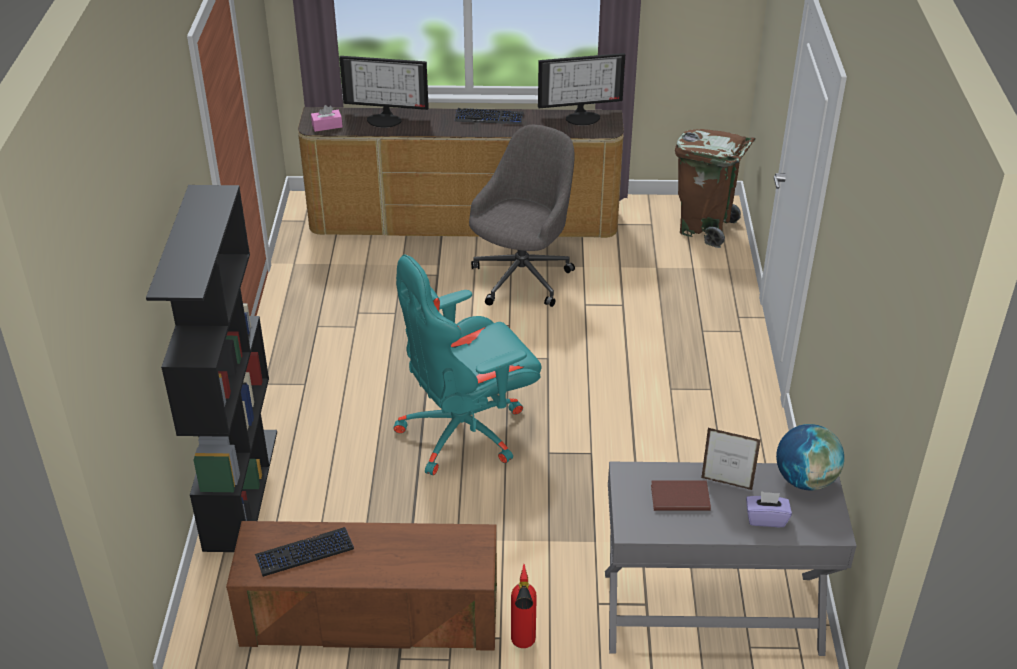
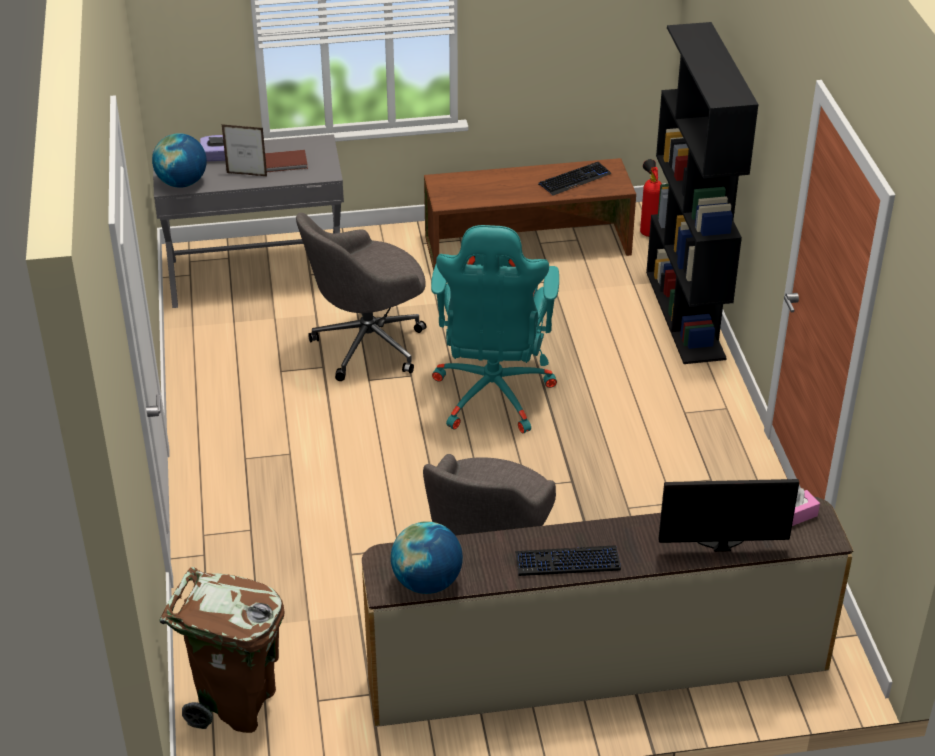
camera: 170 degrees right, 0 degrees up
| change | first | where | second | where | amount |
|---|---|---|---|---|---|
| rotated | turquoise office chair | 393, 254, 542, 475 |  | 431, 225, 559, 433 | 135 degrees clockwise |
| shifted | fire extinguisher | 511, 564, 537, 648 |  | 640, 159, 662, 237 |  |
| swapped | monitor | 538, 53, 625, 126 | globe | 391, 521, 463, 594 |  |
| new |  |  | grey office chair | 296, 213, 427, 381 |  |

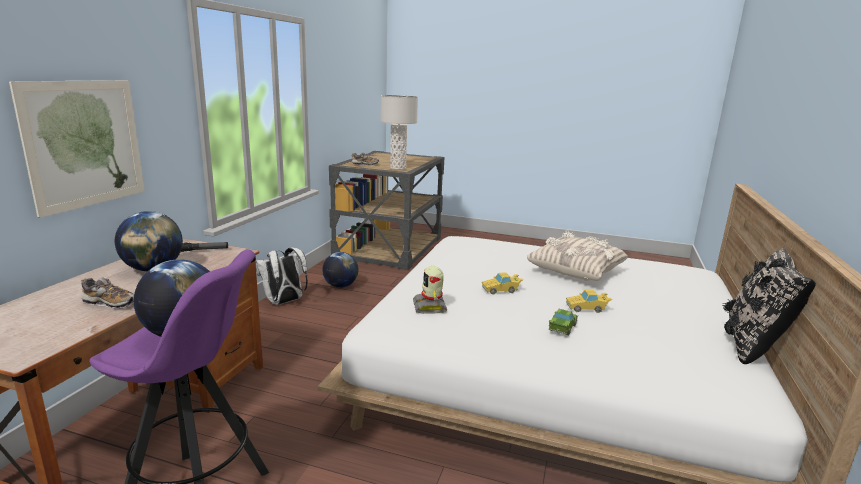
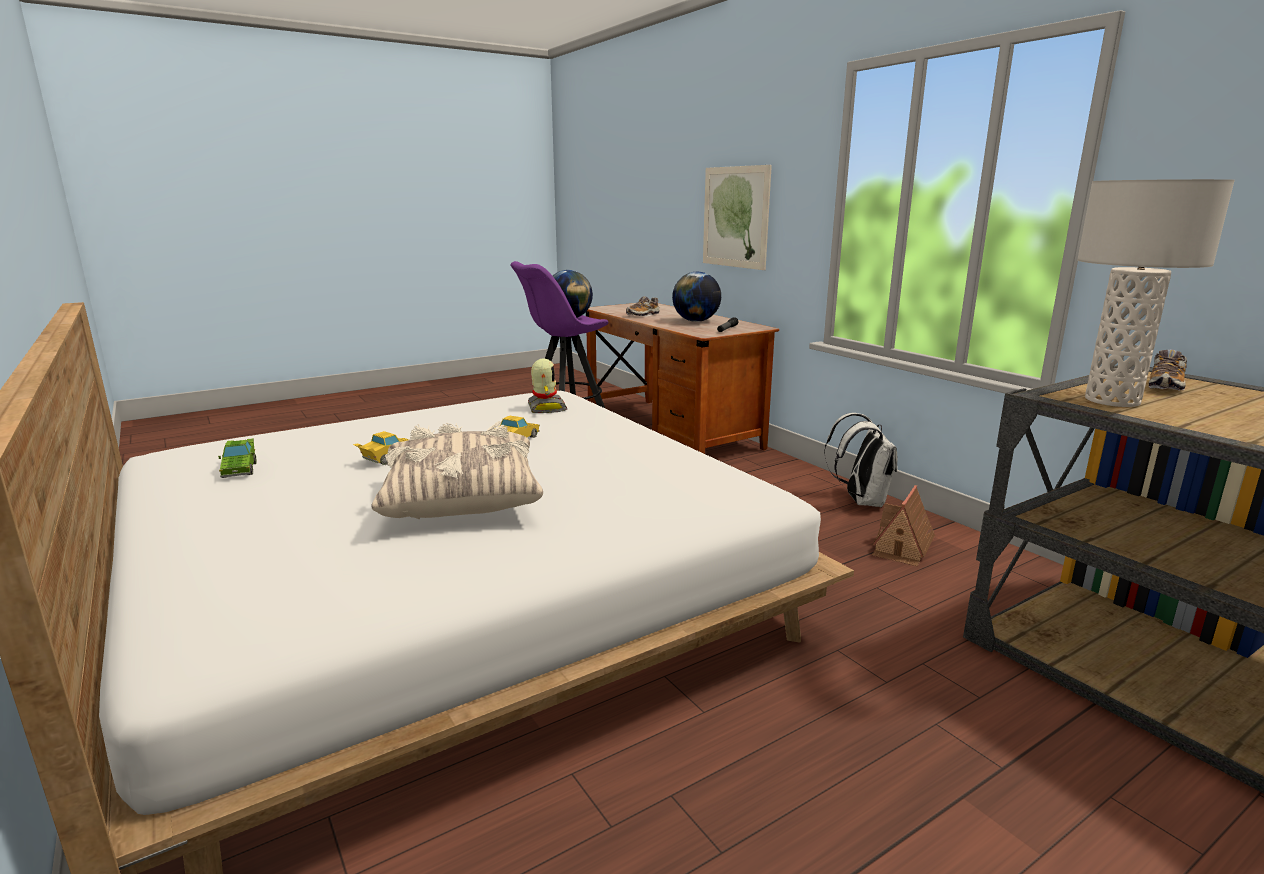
camera: 130 degrees right, 0 degrees up
| change | first | where | second | where | amount |
|---|---|---|---|---|---|
| swapped | globe | 322, 252, 358, 288 | toy house | 872, 485, 935, 566 |  |
| rotated | toy robot | 413, 266, 447, 314 |  | 528, 359, 567, 413 | 45 degrees clockwise |
| shifted | green toy car | 548, 309, 578, 335 |  | 218, 438, 257, 478 |  |
| gone | black pillow | 722, 248, 816, 364 |  |  |  |

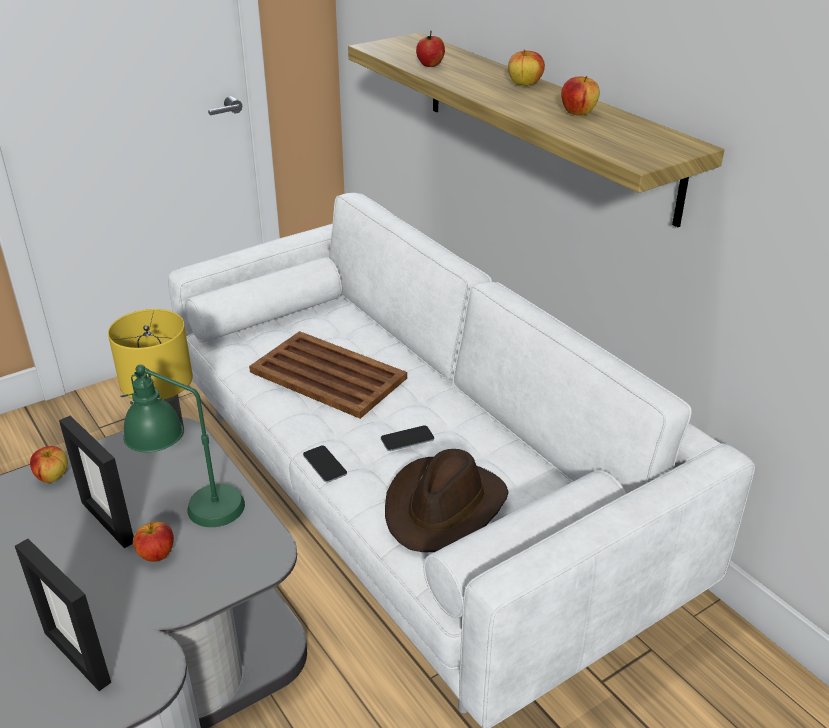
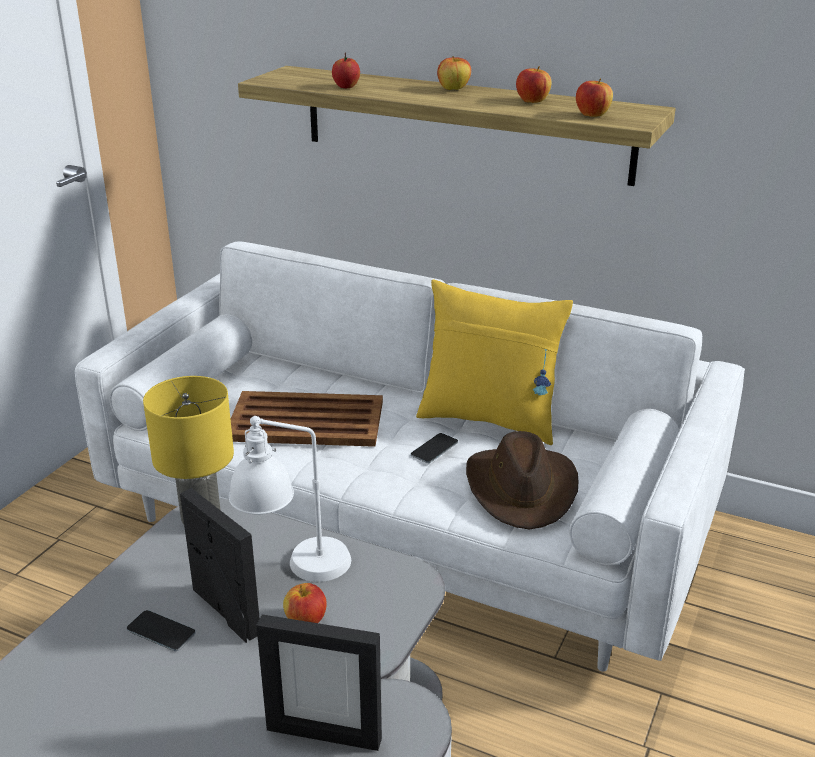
camera: 30 degrees left, 5 degrees down
| change | first | where | second | where | amount |
|---|---|---|---|---|---|
| shifted | apple | 30, 446, 68, 483 |  | 576, 78, 613, 117 |  |
| rotated | picture frame | 59, 416, 134, 548 |  | 180, 488, 260, 643 | 150 degrees counterclockwise |
| repainted | green table lamp | 120, 364, 245, 527 | white table lamp | 229, 416, 351, 582 |  |
| shifted | phone | 303, 445, 347, 482 |  | 127, 610, 196, 651 |  |
| new |  |  | yellow pillow | 416, 280, 573, 445 |  |

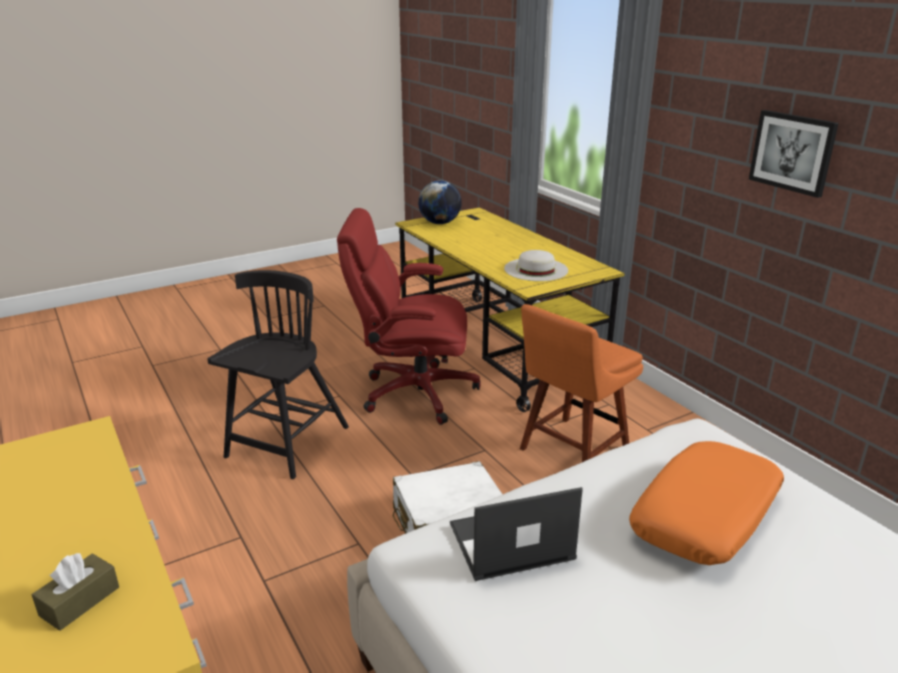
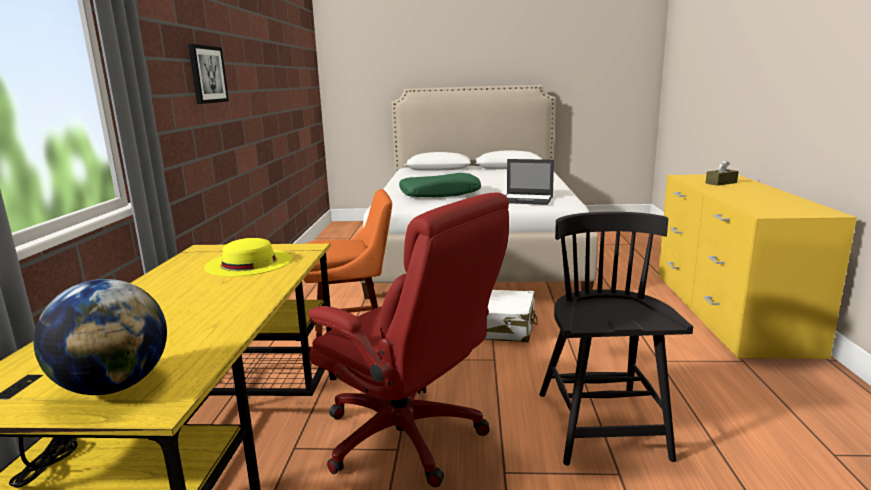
camera: 145 degrees left, 10 degrees down
| change | first | where | second | where | amount |
|---|---|---|---|---|---|
| rotated | black chair | 207, 270, 349, 479 |  | 539, 212, 693, 466 | 120 degrees clockwise |
| repainted | white hat | 504, 250, 568, 281 | yellow hat | 204, 238, 292, 277 |  |
| repainted | orange pillow | 629, 441, 784, 565 | green pillow | 399, 173, 481, 197 |  |

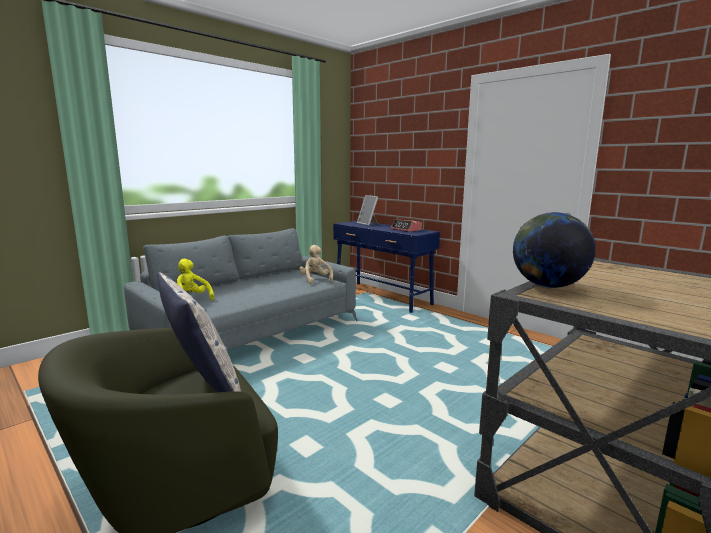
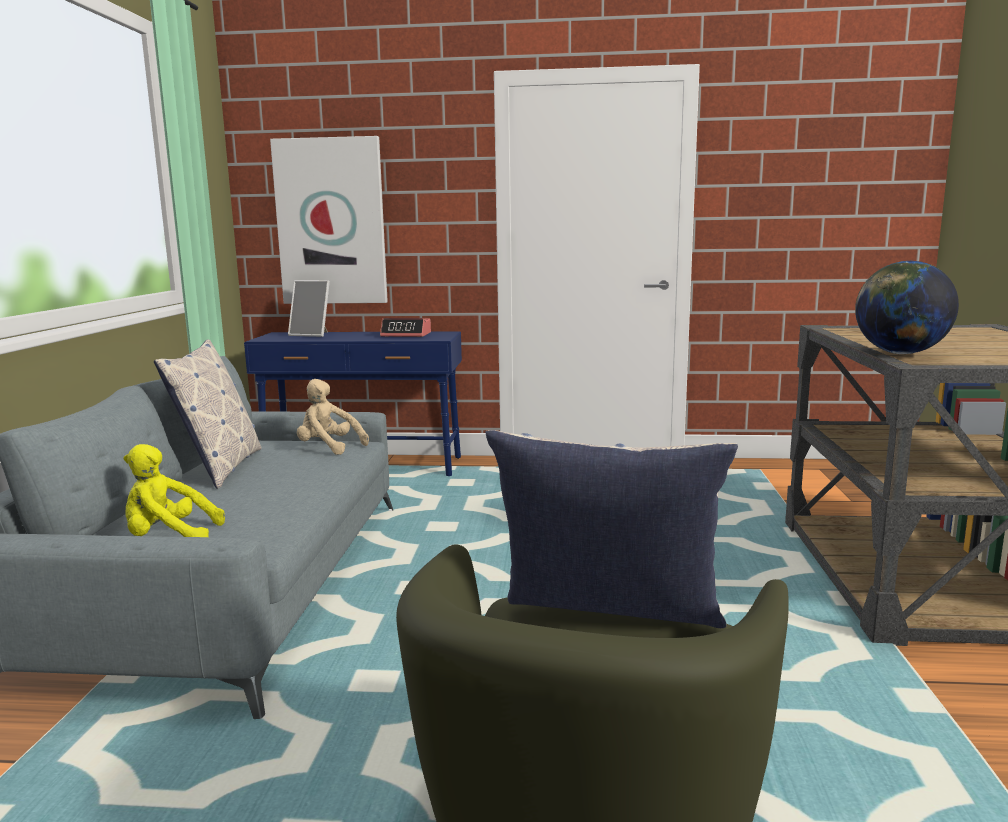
camera: 40 degrees left, 0 degrees up
| change | first | where | second | where | amount |
|---|---|---|---|---|---|
| new |  |  | pillow | 154, 340, 261, 489 |  |
| new |  |  | picture | 270, 136, 388, 304 |  |

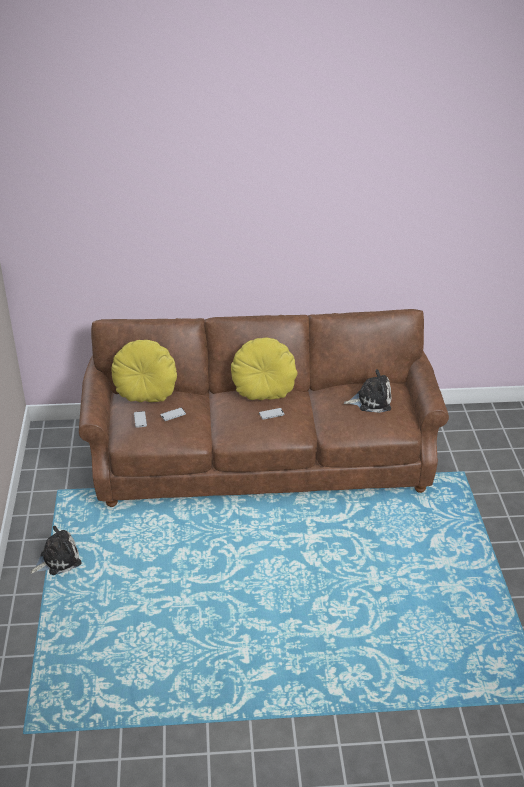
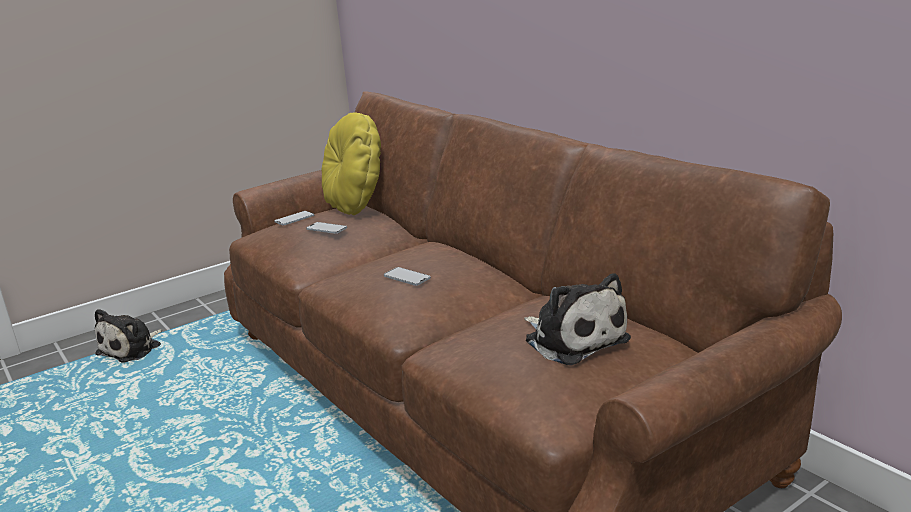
camera: 60 degrees right, 15 degrees down
| change | first | where | second | where | amount |
|---|---|---|---|---|---|
| rotated | plush toy | 30, 526, 82, 575 |  | 95, 309, 162, 362 | 90 degrees clockwise |
| gone | yellow pillow | 231, 338, 298, 400 |  |  |  |

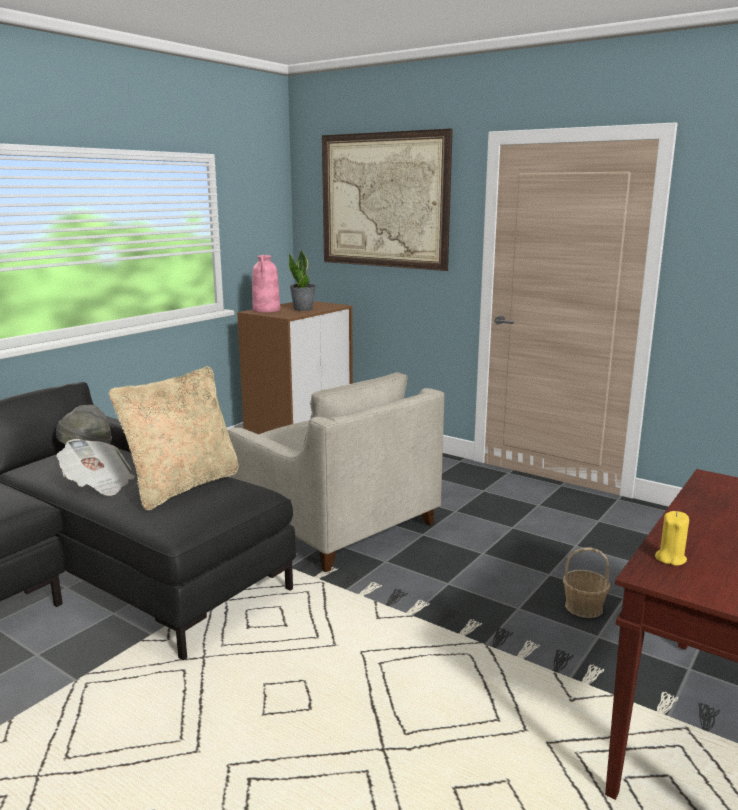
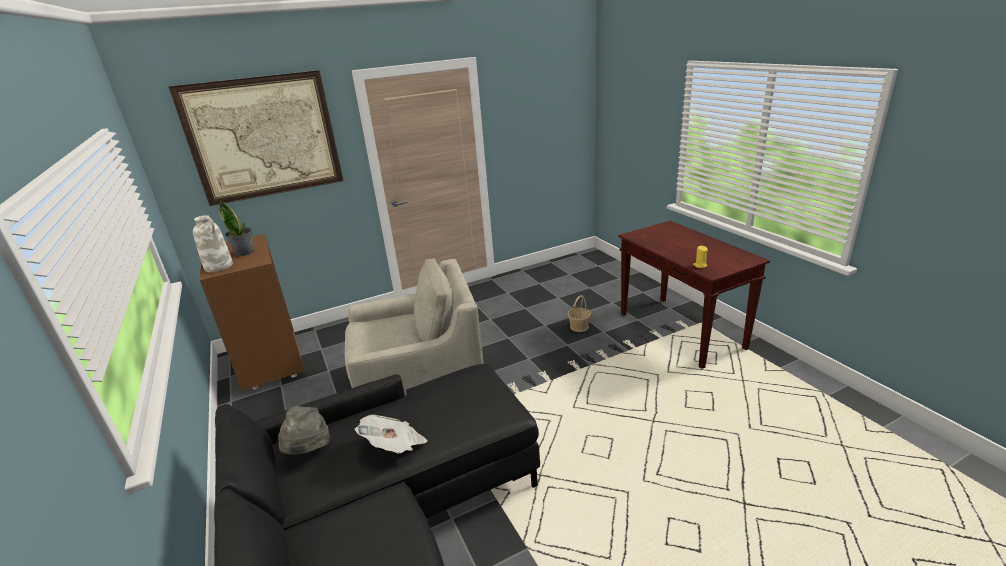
camera: 60 degrees left, 10 degrees up
| change | first | where | second | where | amount |
|---|---|---|---|---|---|
| gone | beige pillow | 108, 366, 239, 510 |  |  |  |
| repainted | pink vase | 252, 255, 280, 313 | white vase | 193, 215, 233, 272 |  |

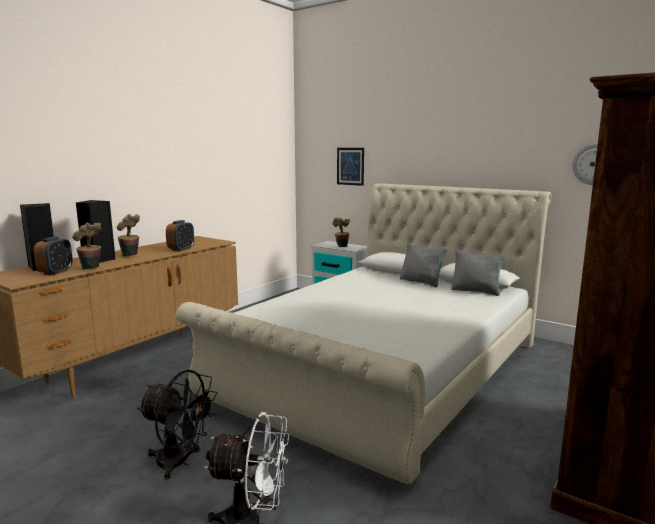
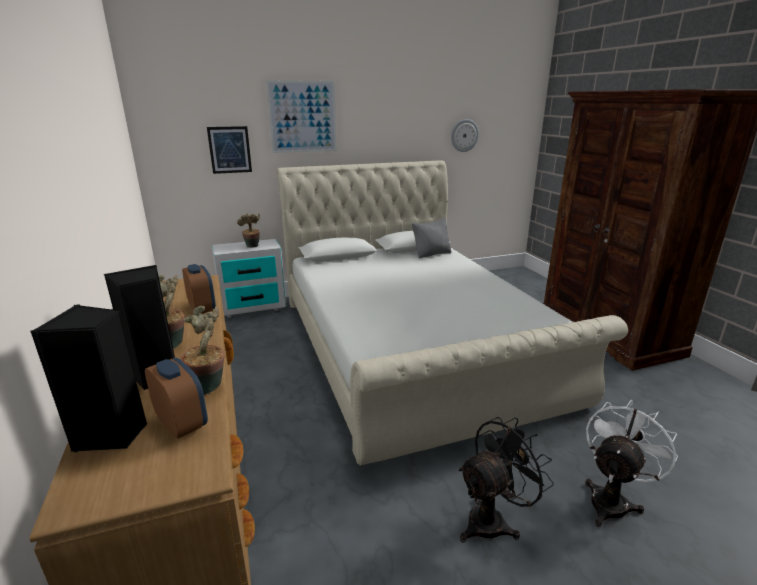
camera: 55 degrees left, 10 degrees up
| change | first | where | second | where | amount |
|---|---|---|---|---|---|
| gone | grey pillow | 400, 243, 448, 287 |  |  |  |
| new |  |  | picture | 266, 80, 337, 153 |  |

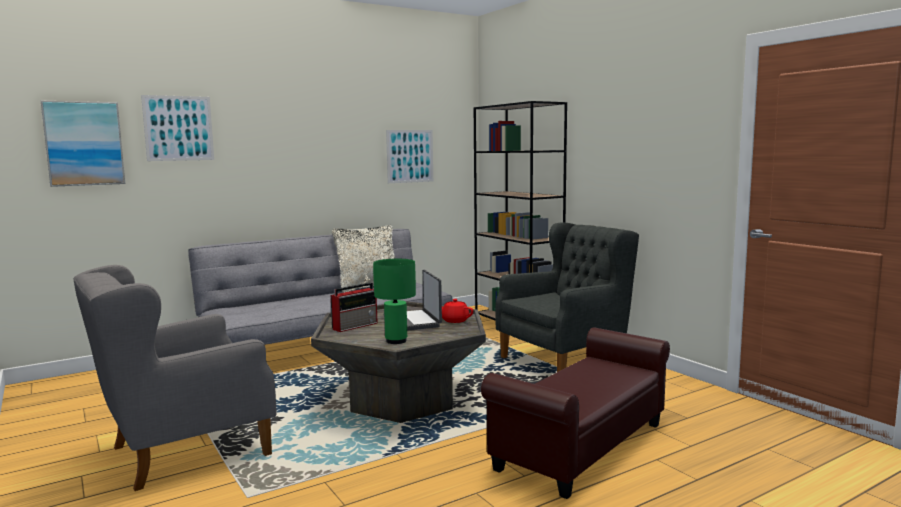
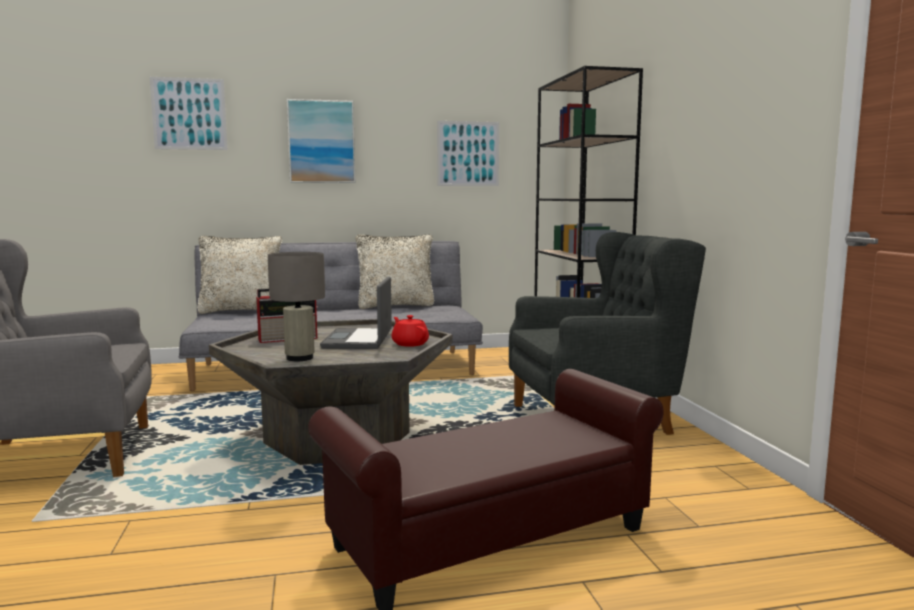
camera: 20 degrees right, 0 degrees up
| change | first | where | second | where | amount |
|---|---|---|---|---|---|
| shifted | picture | 41, 100, 125, 187 |  | 287, 99, 355, 183 |  |
| repainted | green table lamp | 373, 259, 416, 344 | grey table lamp | 268, 252, 325, 361 |  |
| new |  |  | beige pillow | 198, 236, 283, 314 |  |

